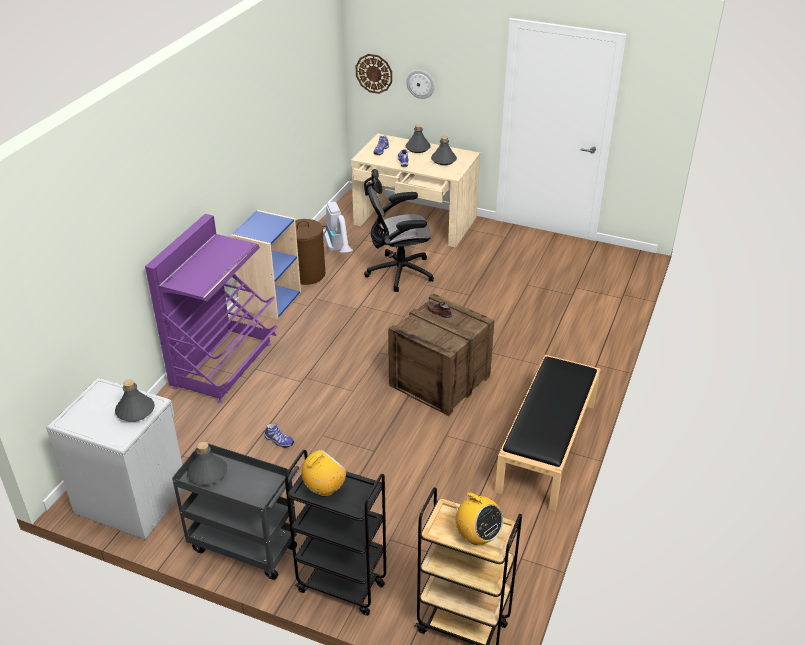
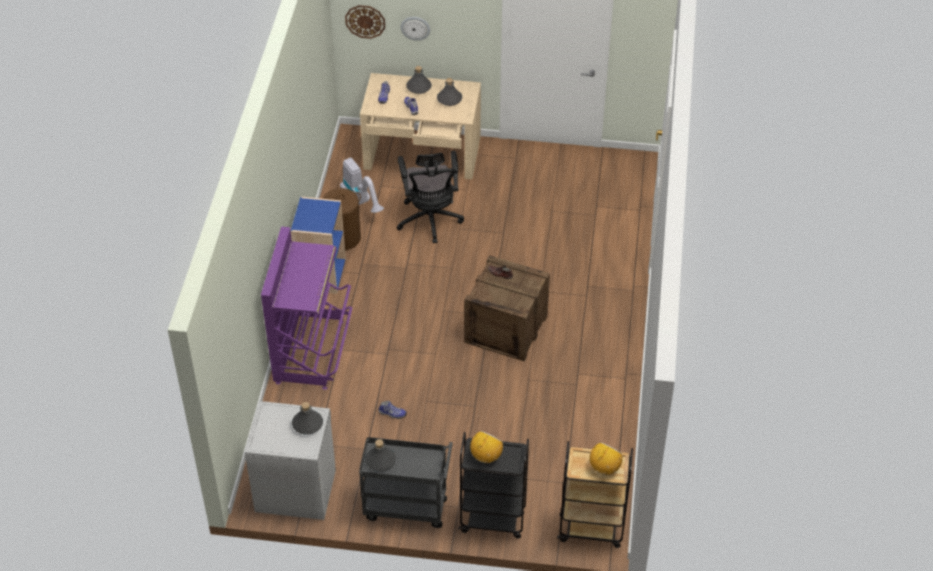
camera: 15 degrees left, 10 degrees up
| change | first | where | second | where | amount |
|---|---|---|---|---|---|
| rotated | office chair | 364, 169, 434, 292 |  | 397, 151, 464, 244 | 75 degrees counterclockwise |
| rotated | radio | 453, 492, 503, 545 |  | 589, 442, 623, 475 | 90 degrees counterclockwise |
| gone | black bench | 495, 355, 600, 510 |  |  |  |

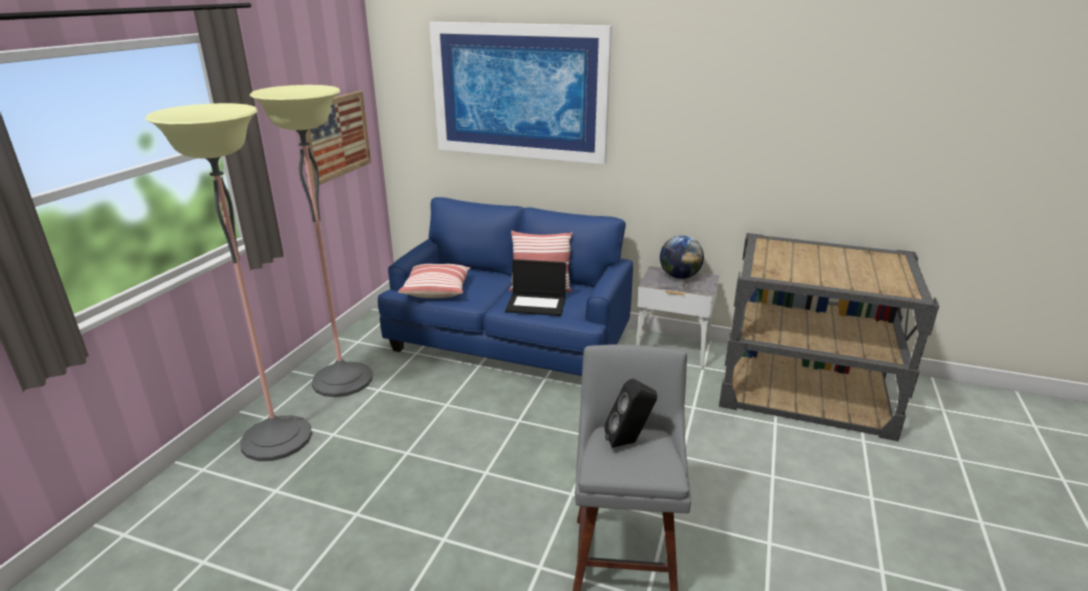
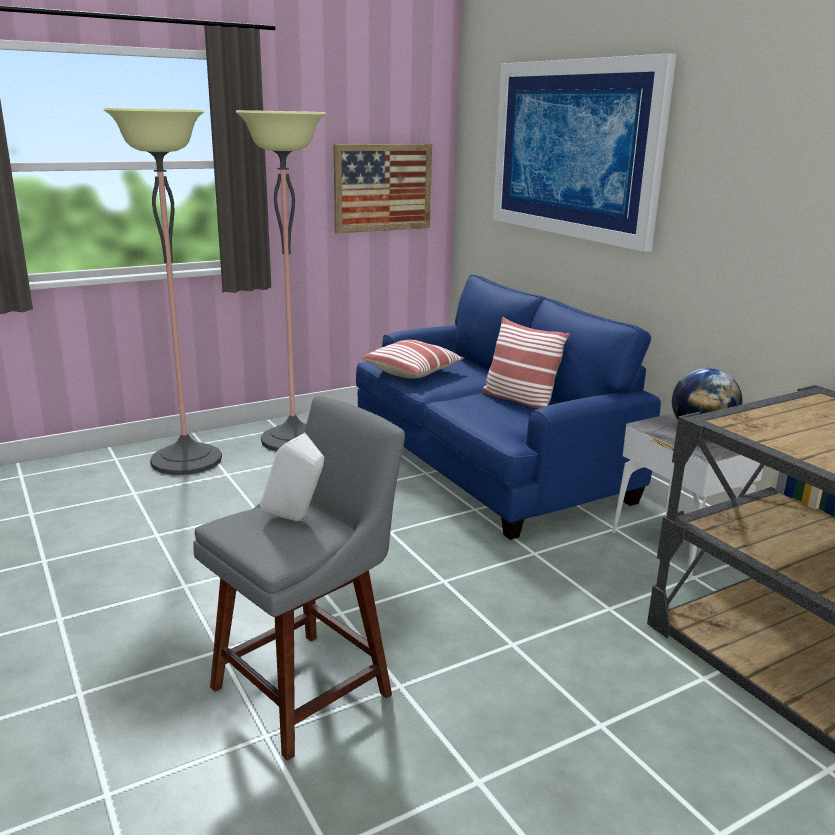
camera: 40 degrees right, 5 degrees down
| change | first | where | second | where | amount |
|---|---|---|---|---|---|
| gone | laptop | 505, 259, 566, 316 |  |  |  |
| repainted | black speaker | 604, 378, 657, 448 | white speaker | 260, 433, 324, 521 |  |

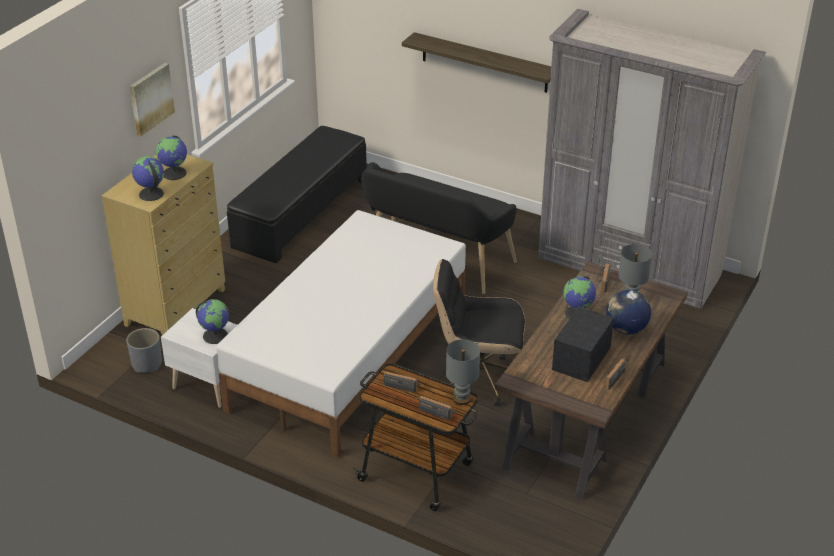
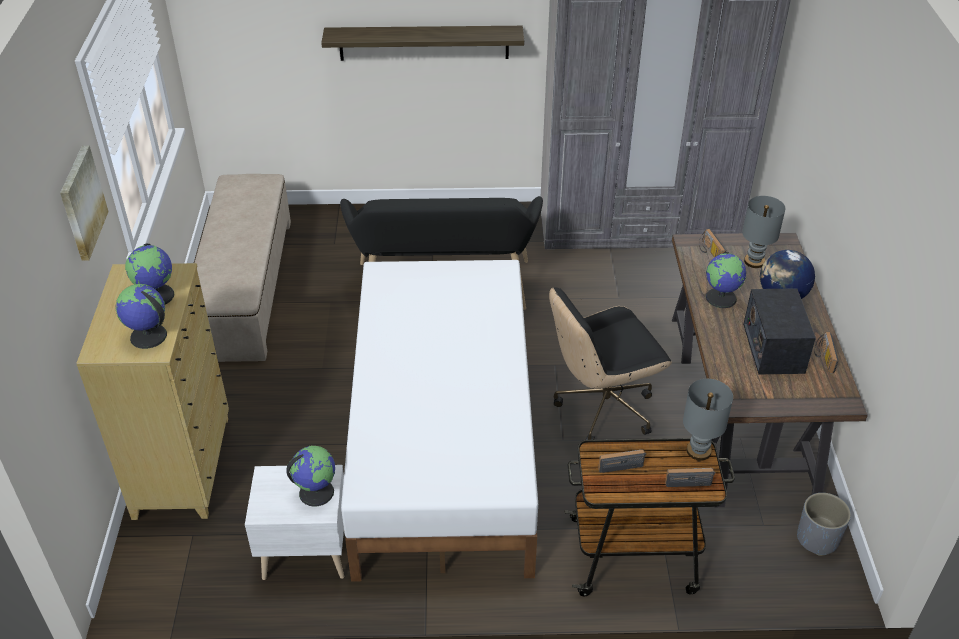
camera: 30 degrees left, 5 degrees up
| change | first | where | second | where | amount |
|---|---|---|---|---|---|
| shifted | grey planter | 126, 328, 162, 373 |  | 797, 493, 851, 556 |  |
| repainted | black bench | 227, 126, 367, 263 | beige bench | 194, 174, 291, 362 |  |

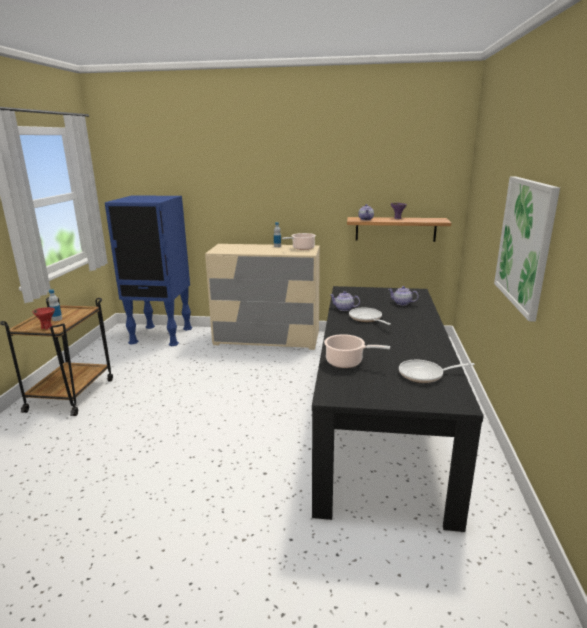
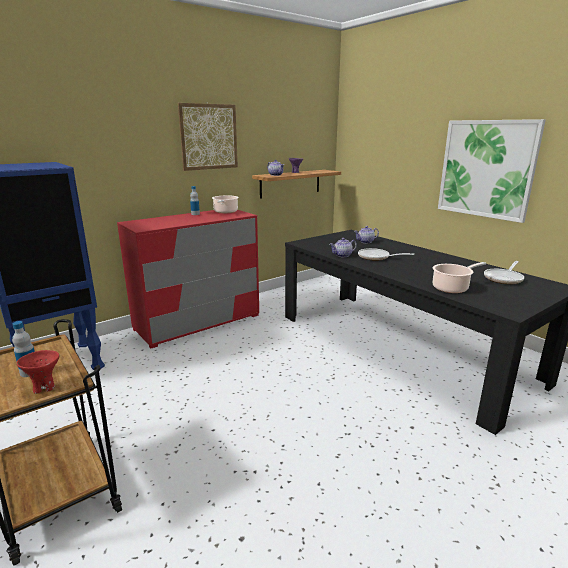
camera: 45 degrees left, 0 degrees up
| change | first | where | second | where | amount |
|---|---|---|---|---|---|
| repainted | beige dresser | 205, 244, 320, 350 | red dresser | 117, 210, 259, 349 |  |
| new |  |  | picture | 178, 103, 238, 171 |  |

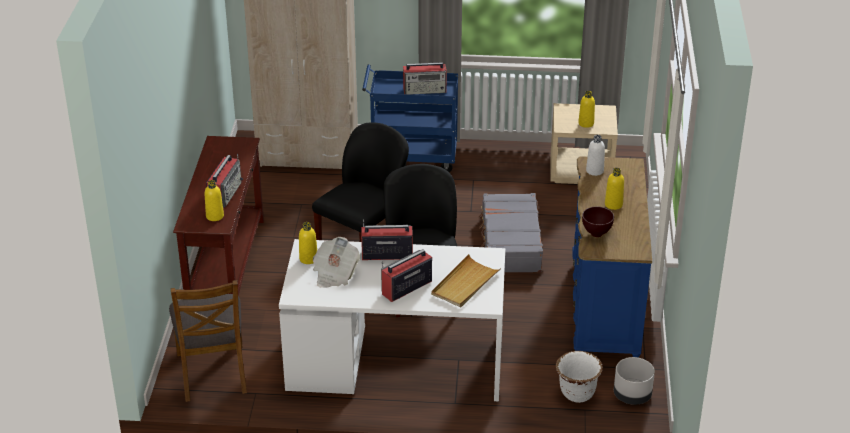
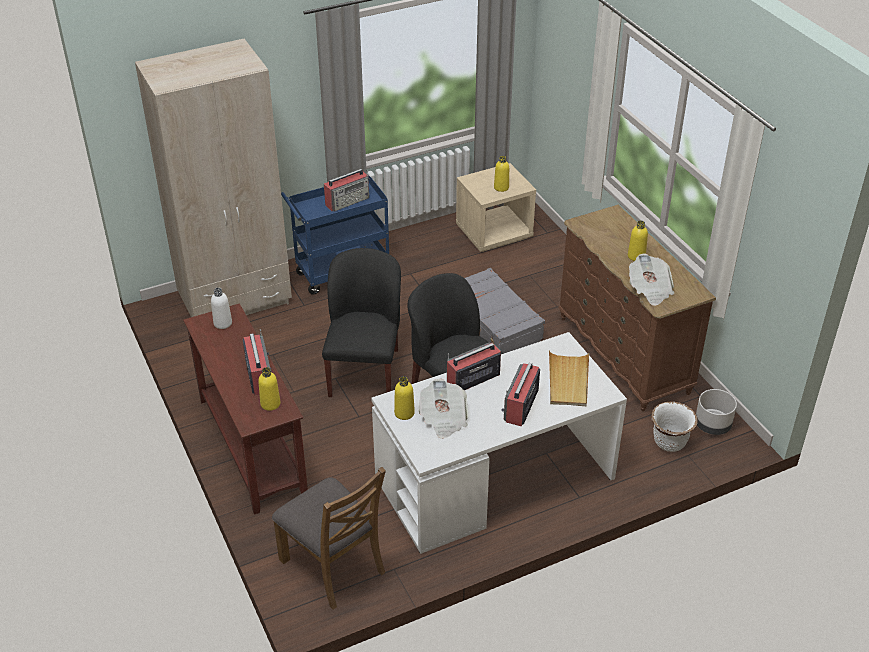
camera: 30 degrees left, 5 degrees up
| change | first | where | second | where | amount |
|---|---|---|---|---|---|
| repainted | blue dresser | 572, 156, 652, 358 | brown dresser | 558, 205, 716, 412 |  |
| swapped | brown bowl | 582, 207, 614, 237 | newspaper | 629, 253, 674, 306 |  |
| shifted | white bottle | 586, 135, 605, 176 |  | 211, 288, 232, 329 |  |

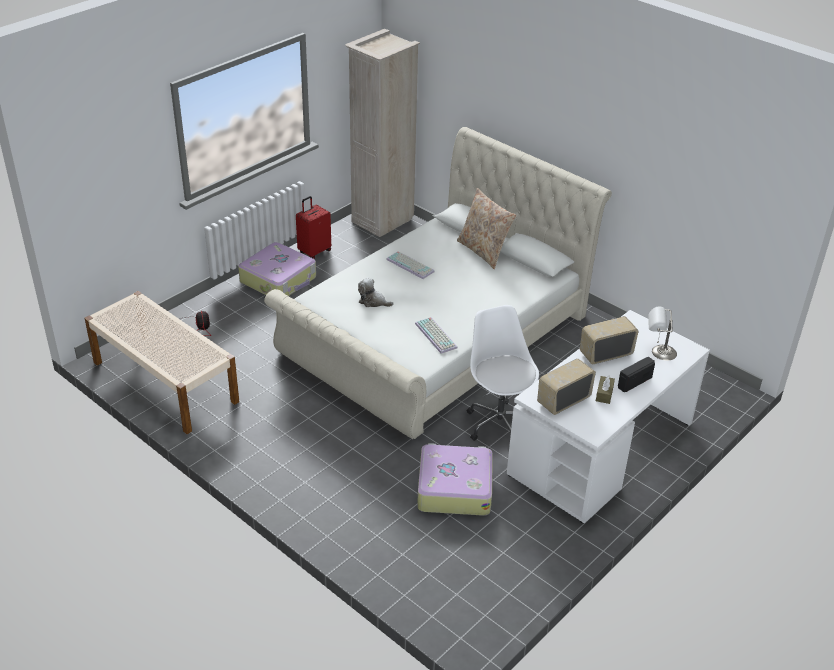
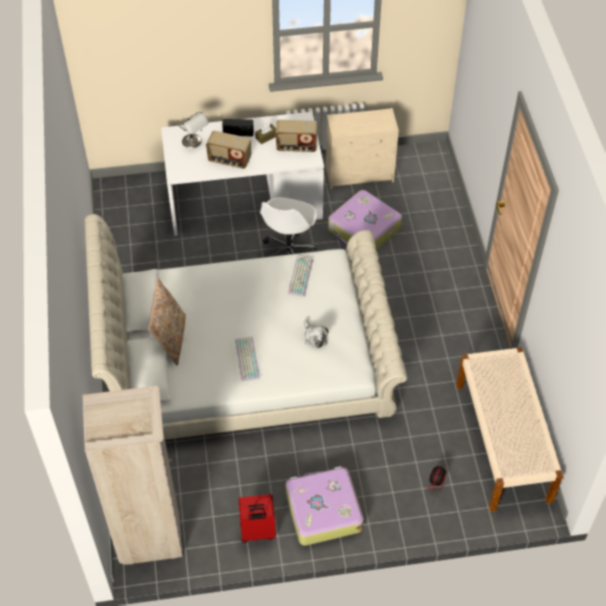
camera: 140 degrees left, 15 degrees up
| change | first | where | second | where | amount |
|---|---|---|---|---|---|
| new |  |  | beige dresser | 326, 108, 399, 189 |  |

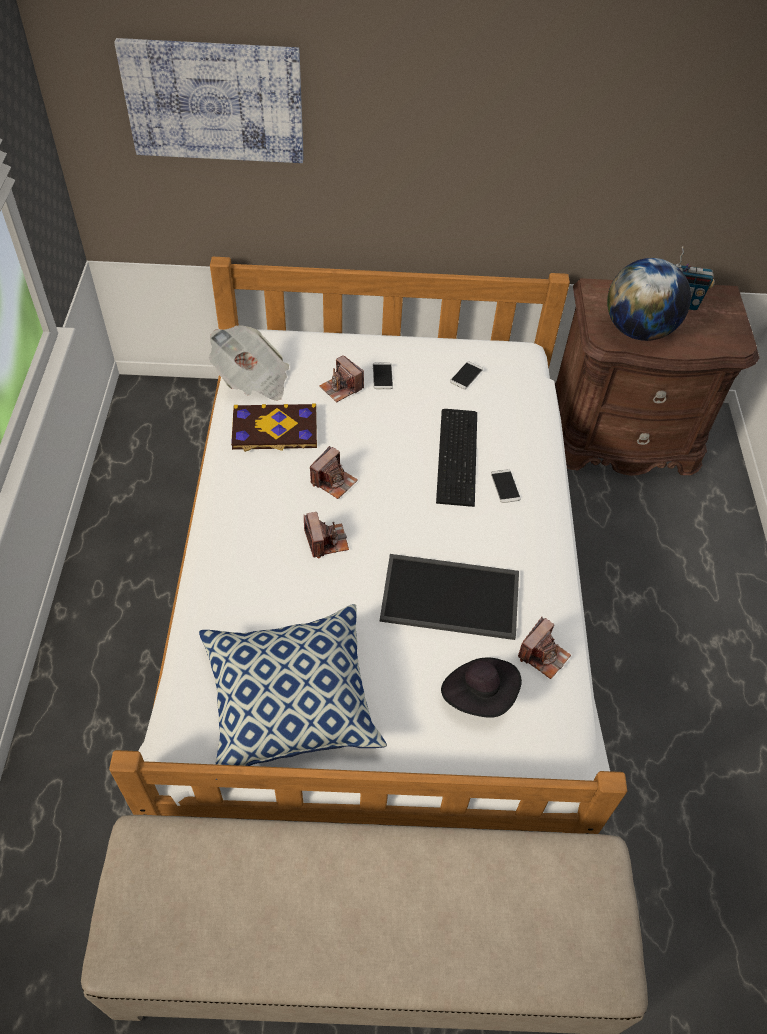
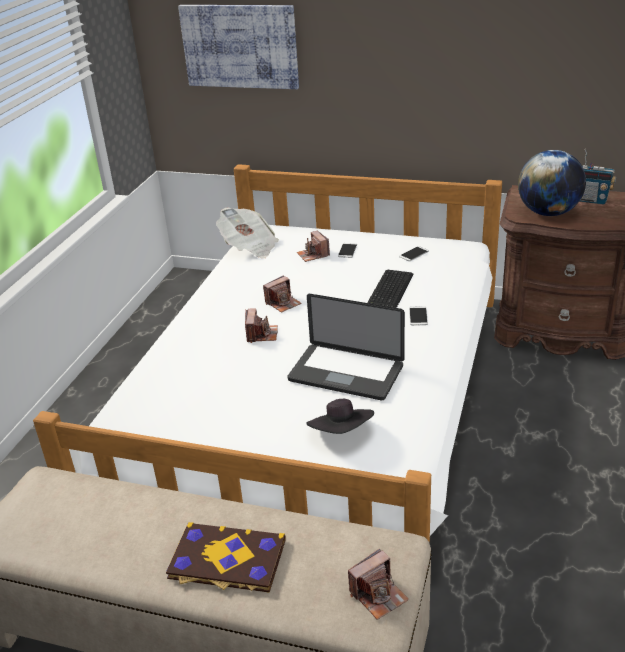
camera: 20 degrees right, 20 degrees down
| change | first | where | second | where | amount |
|---|---|---|---|---|---|
| gone | pillow | 199, 604, 387, 780 |  |  |  |
| shifted | book | 231, 404, 317, 452 |  | 166, 522, 286, 593 |  |
| swapped | tray | 380, 554, 519, 640 | laptop | 287, 294, 405, 400 |  |
| shifted | photo camera | 518, 617, 571, 679 |  | 348, 549, 409, 620 |  |

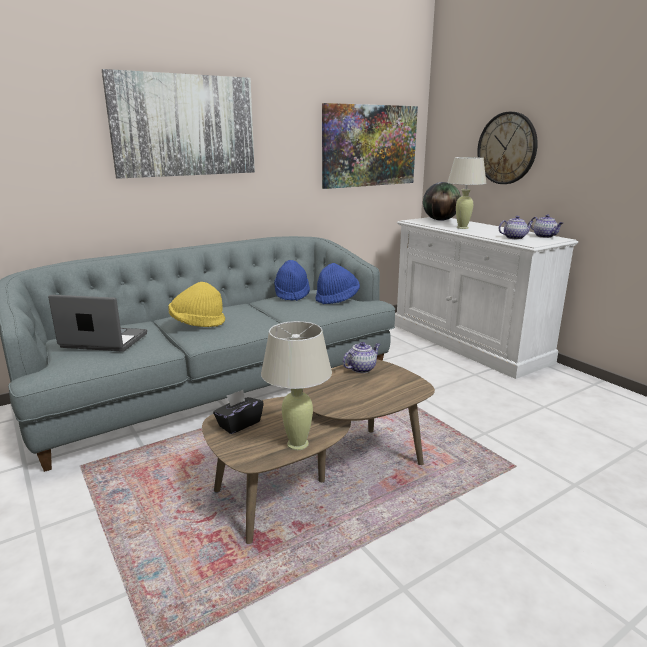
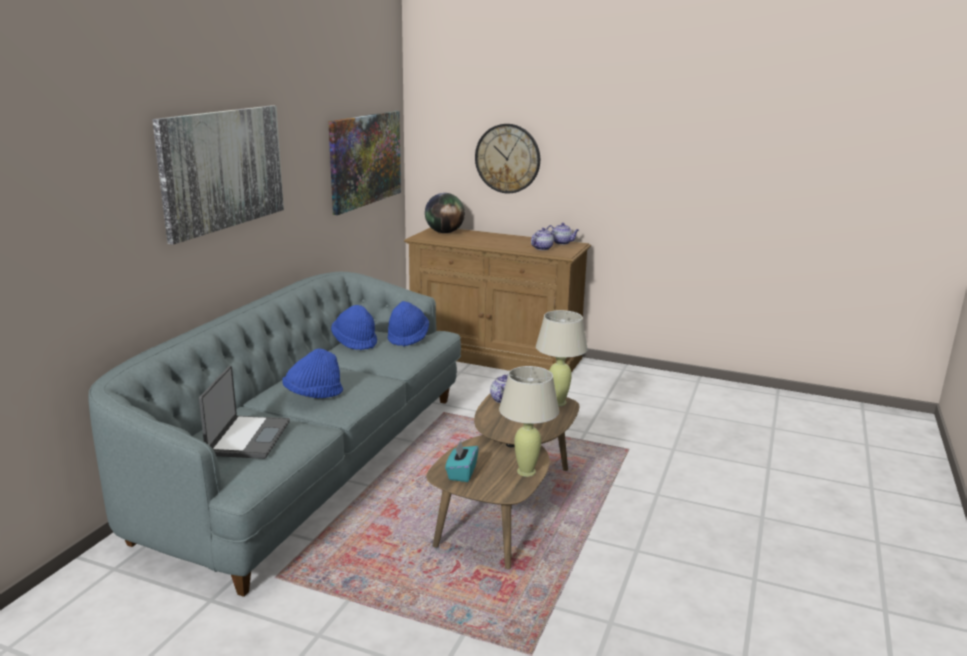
camera: 35 degrees left, 0 degrees up
| change | first | where | second | where | amount |
|---|---|---|---|---|---|
| rotated | laptop | 48, 295, 147, 352 |  | 199, 366, 290, 459 | 120 degrees clockwise |
| repainted | yellow hat | 168, 282, 225, 327 | blue hat | 283, 349, 343, 398 |  |
| repainted | black tissue box | 213, 390, 264, 434 | turquoise tissue box | 445, 441, 479, 482 |  |
| repainted | white cabinet | 394, 217, 578, 379 | brown cabinet | 404, 227, 591, 372 |  |
| shifted | beige table lamp | 447, 157, 486, 229 |  | 536, 310, 588, 406 |  |

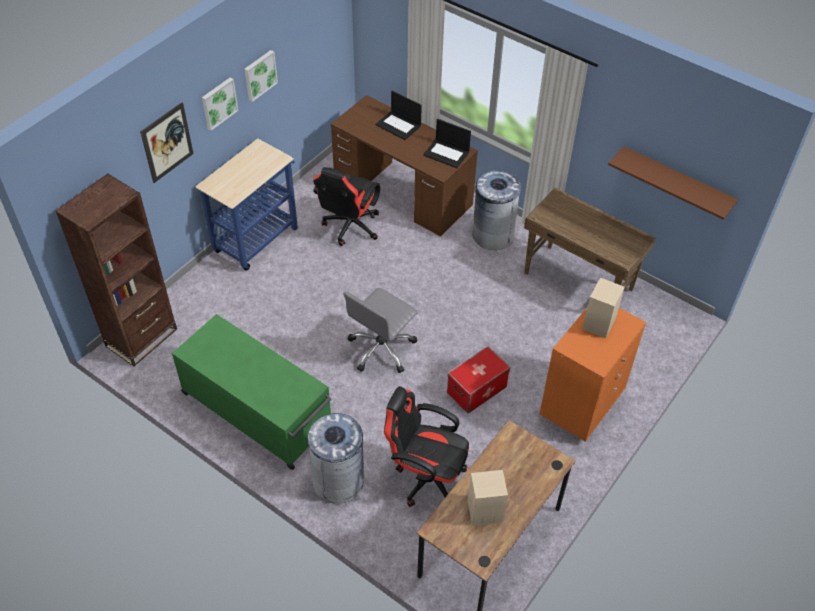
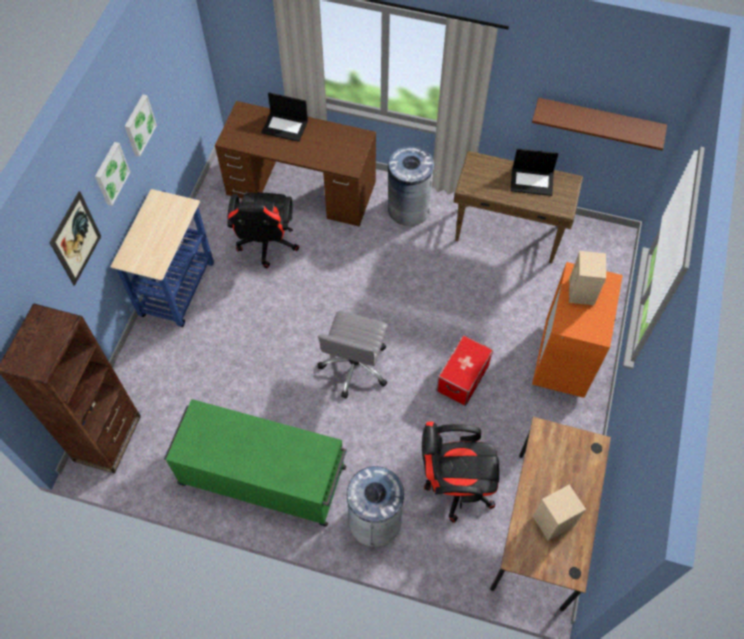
camera: 20 degrees left, 10 degrees up
| change | first | where | second | where | amount |
|---|---|---|---|---|---|
| shifted | laptop | 423, 119, 471, 168 |  | 510, 149, 558, 196 |  |

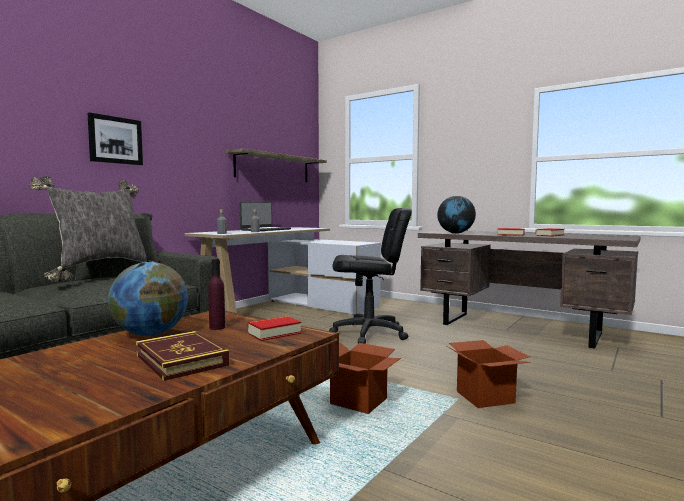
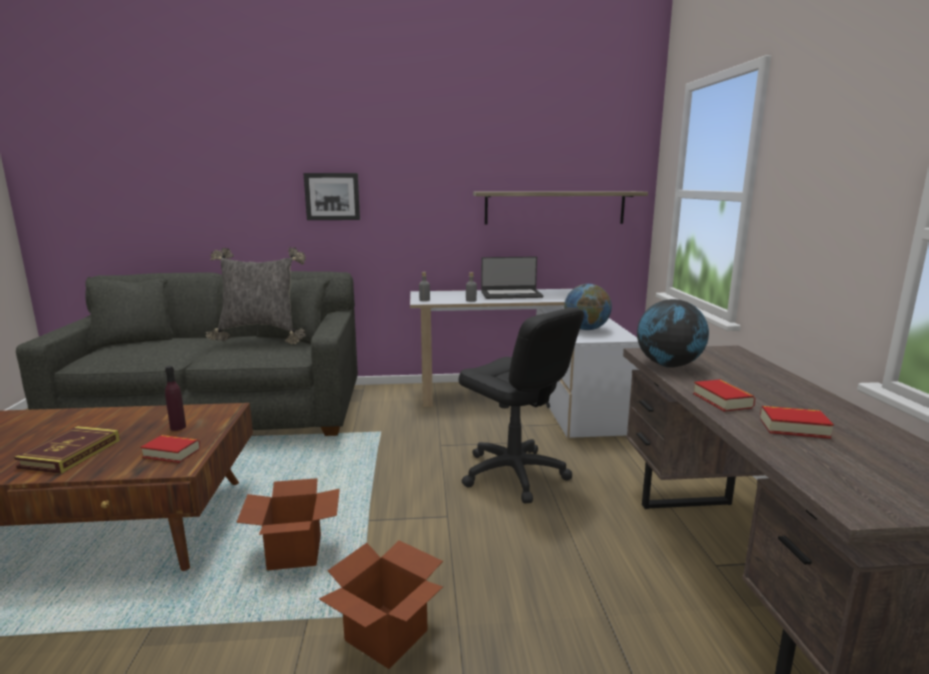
camera: 50 degrees right, 10 degrees up
| change | first | where | second | where | amount |
|---|---|---|---|---|---|
| shifted | globe | 108, 262, 188, 336 |  | 564, 284, 612, 330 |  |

